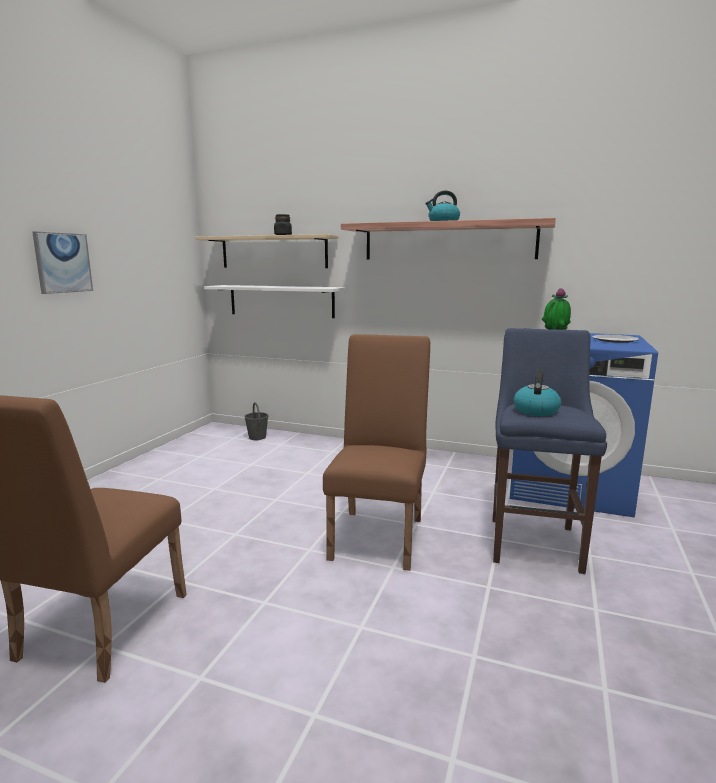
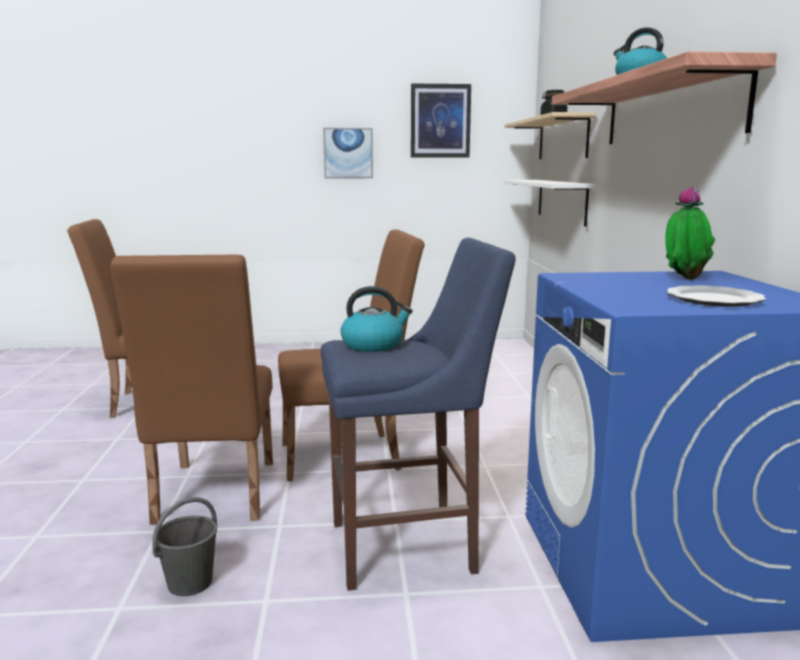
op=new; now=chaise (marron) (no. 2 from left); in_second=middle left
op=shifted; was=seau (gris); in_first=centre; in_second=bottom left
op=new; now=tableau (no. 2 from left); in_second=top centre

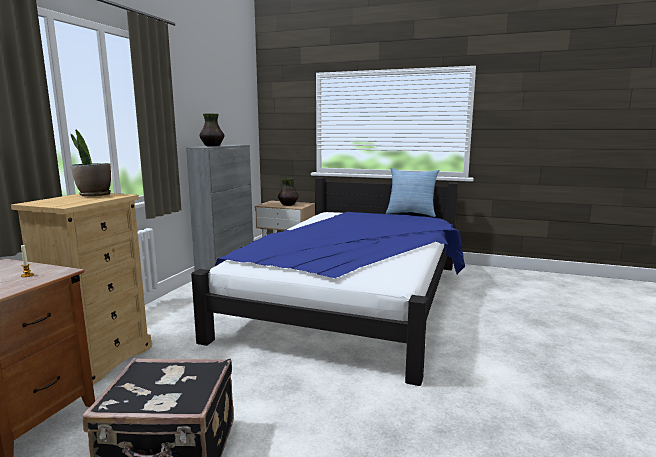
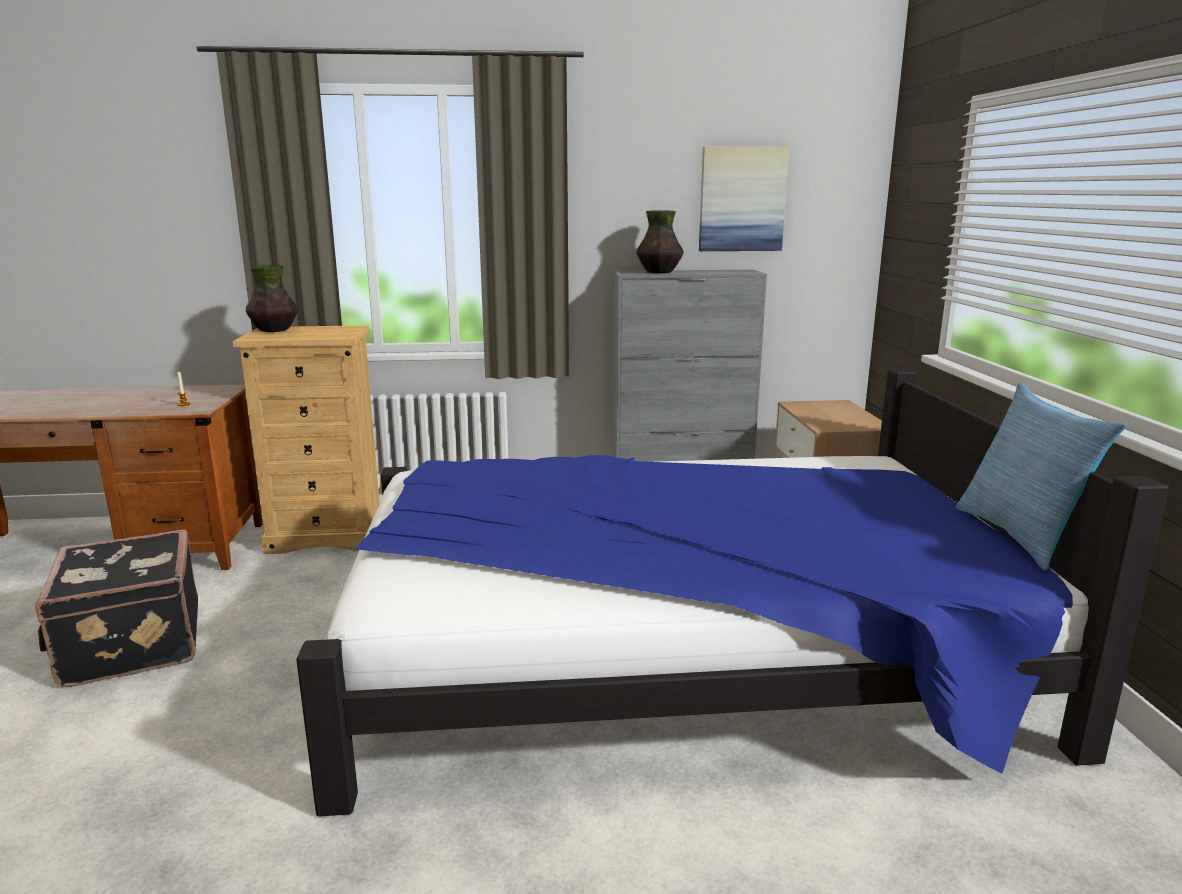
op=shifted; was=vase (no. 2 from left in the first image); now=vase (no. 1 from left); in_first=centre; in_second=middle left
op=new; now=tableau; in_second=top centre
op=gone; was=plante en pot; in_first=middle left

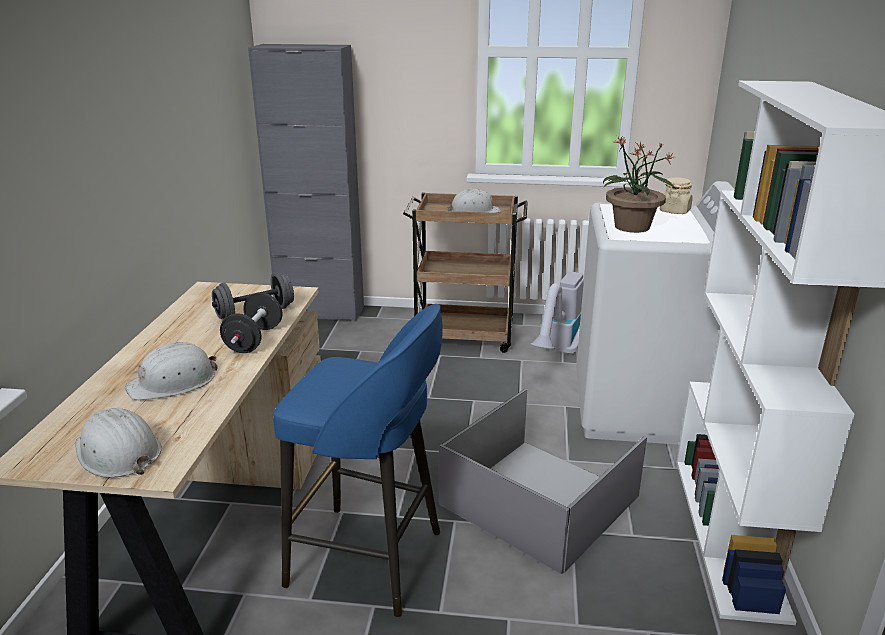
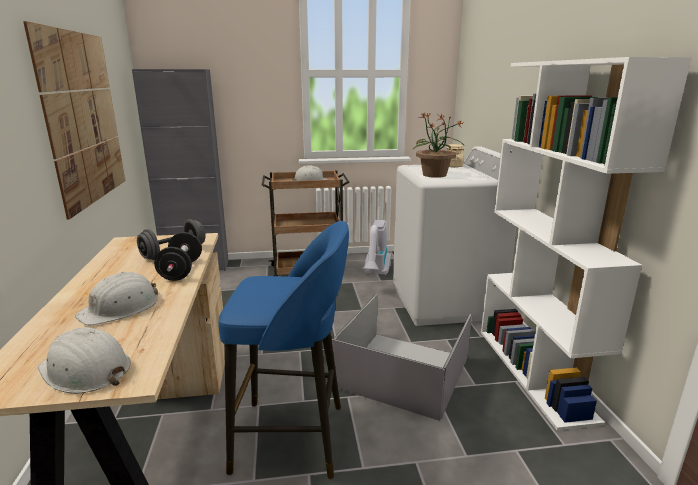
op=new; now=tableau; in_second=top left

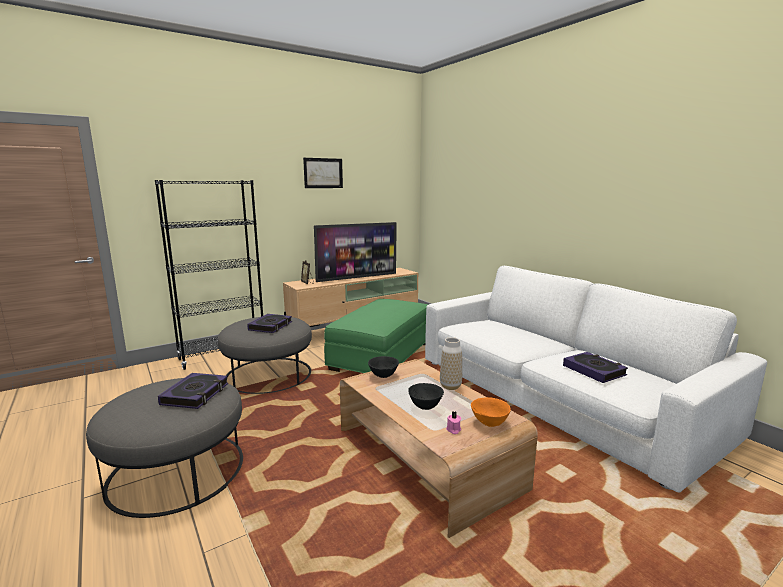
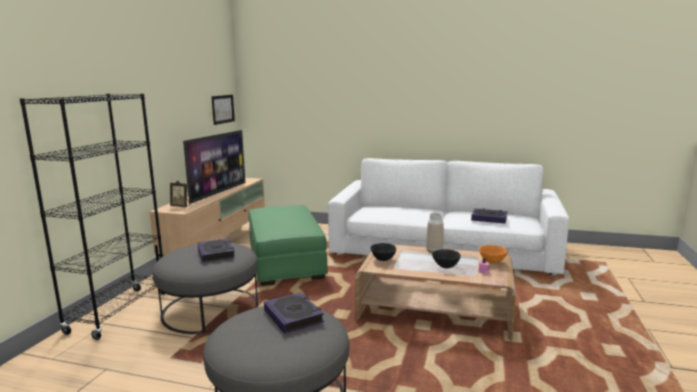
op=shifted; was=tableau; in_first=top centre; in_second=top left

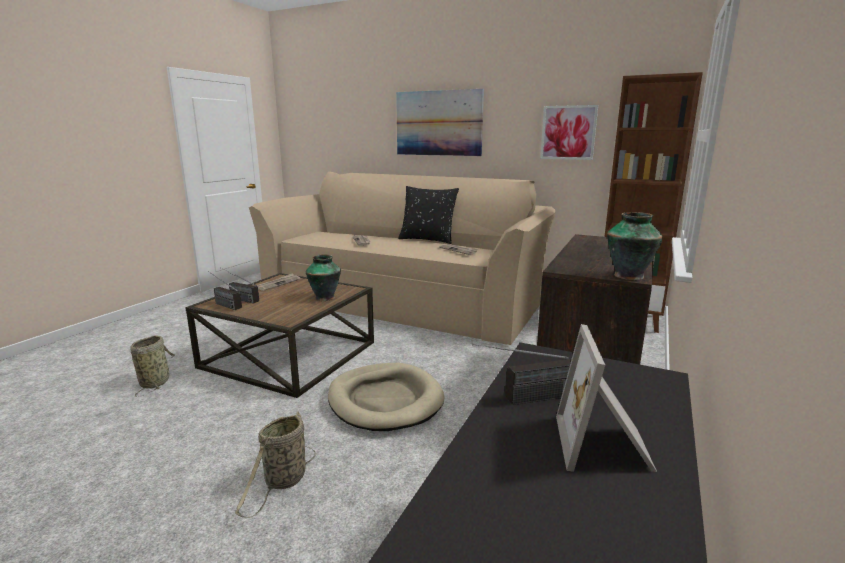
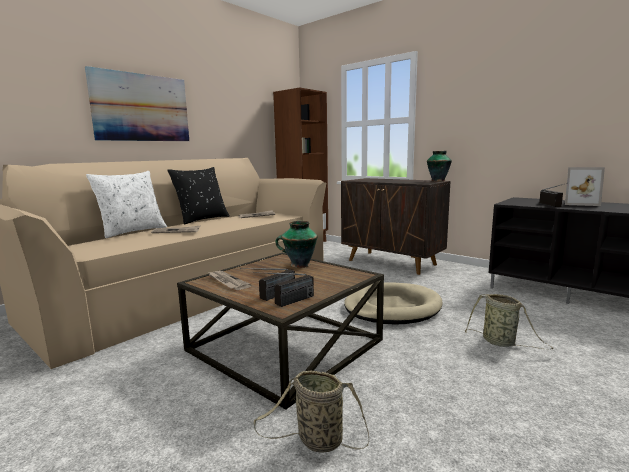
op=new; now=coussin (blanc); in_second=middle left
op=gone; was=tableau (no. 2 from left); in_first=top right

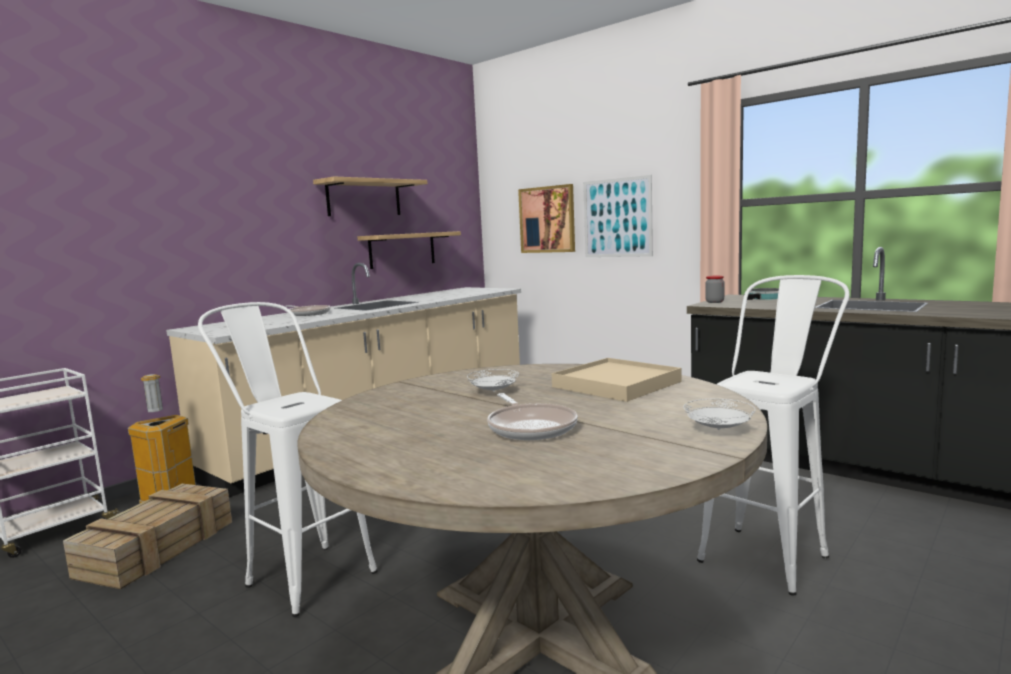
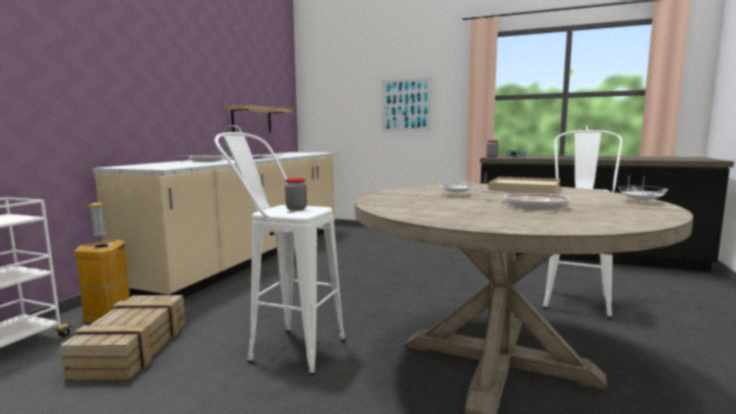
op=new; now=bocal (no. 1 from left); in_second=centre
op=gone; was=étagère (no. 1 from left); in_first=top centre
op=gone; was=tableau (no. 1 from left); in_first=top centre

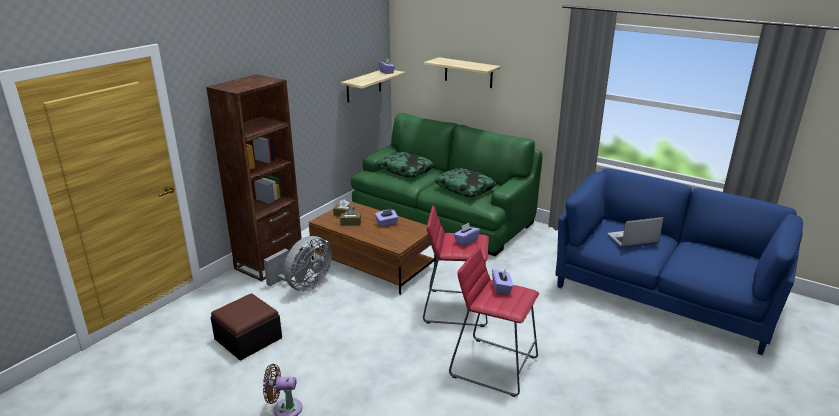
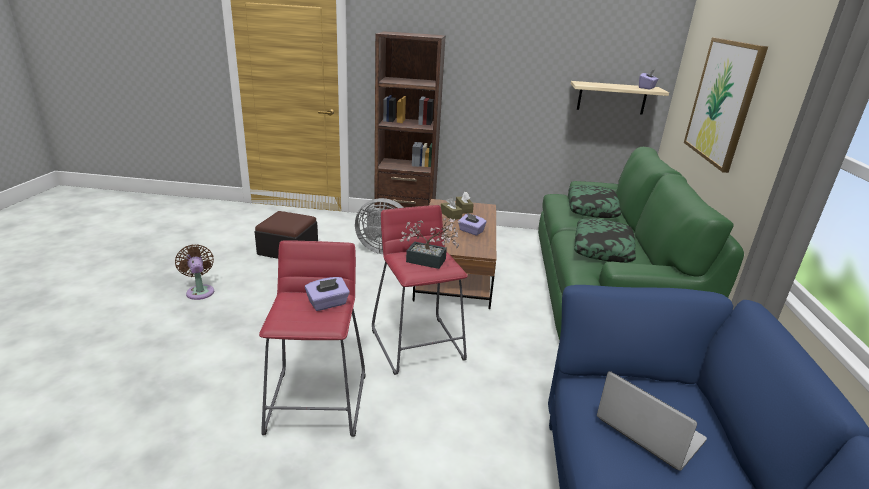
op=swapped; was=boîte à mouchoirs (violet) (no. 3 from left); now=plante en pot; in_first=centre; in_second=centre
op=swapped; was=étagère (no. 2 from left); now=tableau; in_first=top centre; in_second=top right

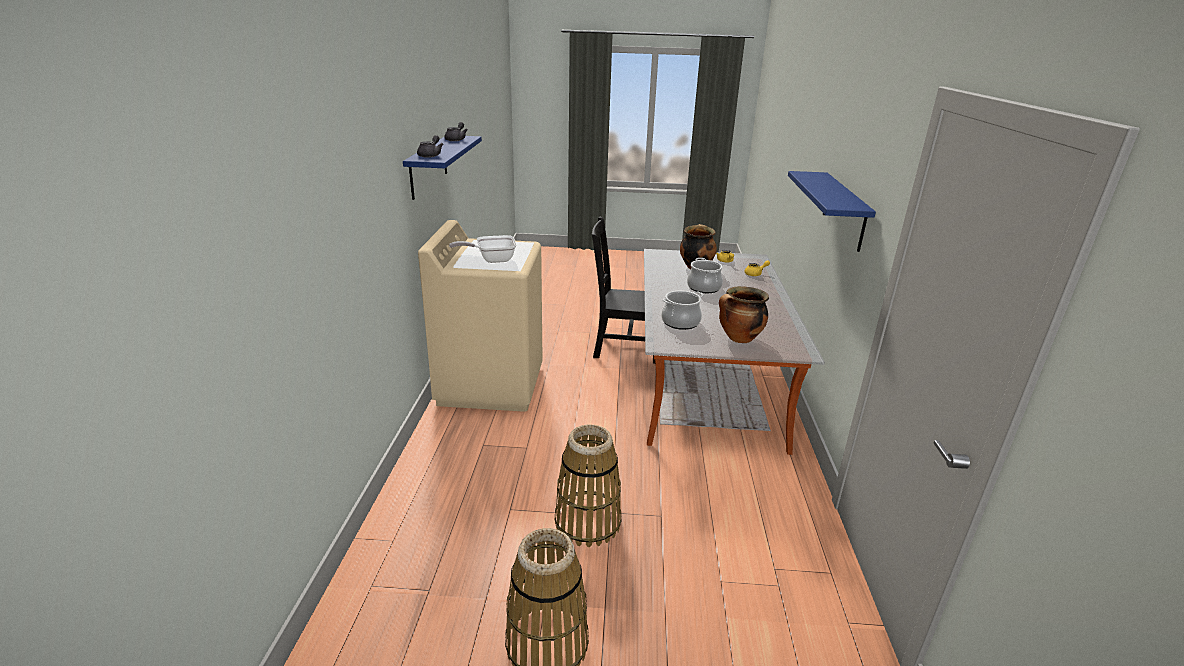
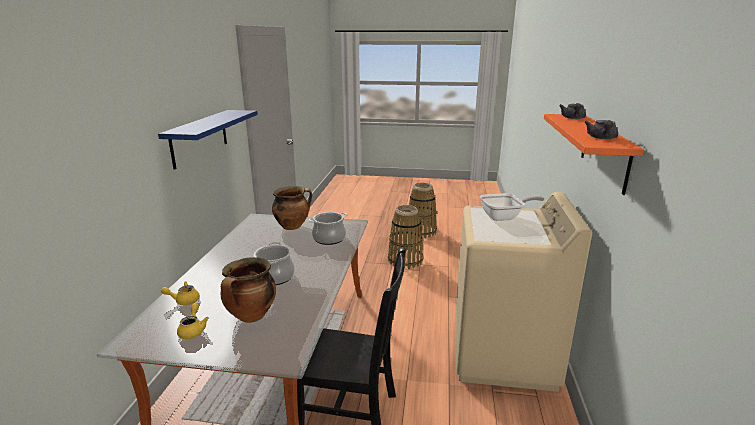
op=repainted; was=étagère (bleu) (no. 1 from left); now=étagère (orange); in_first=top centre; in_second=middle right

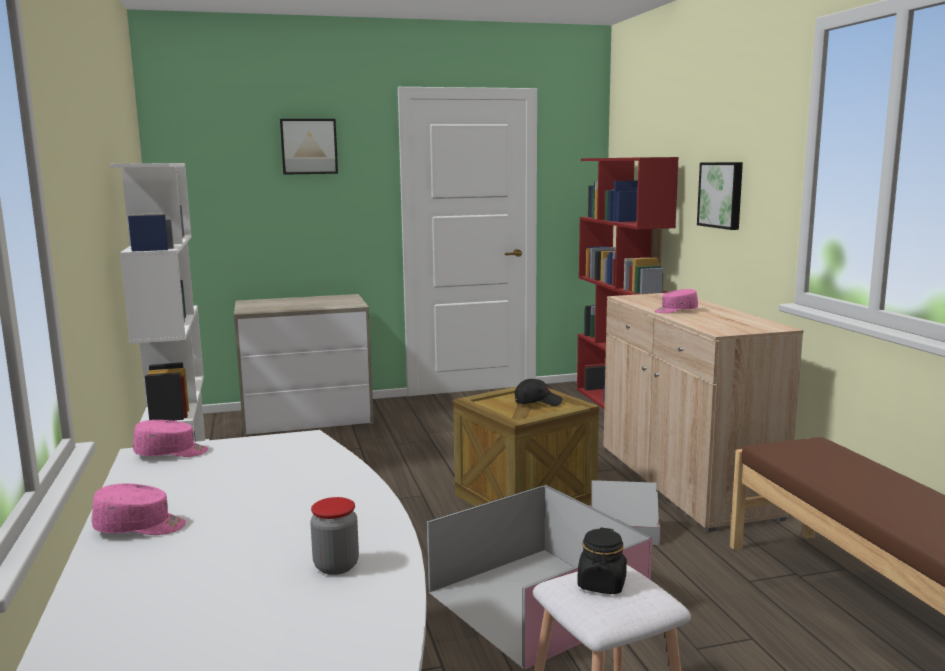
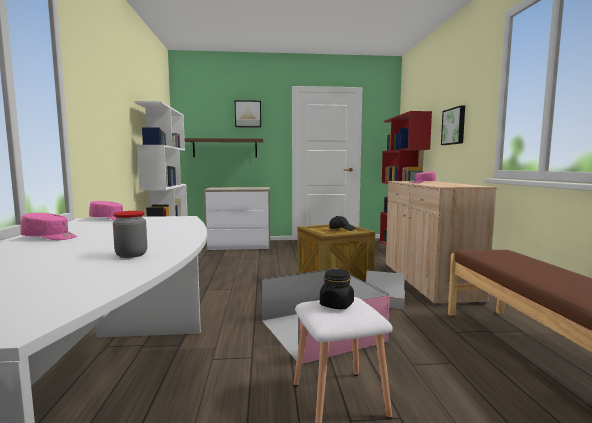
op=new; now=étagère (marron); in_second=centre

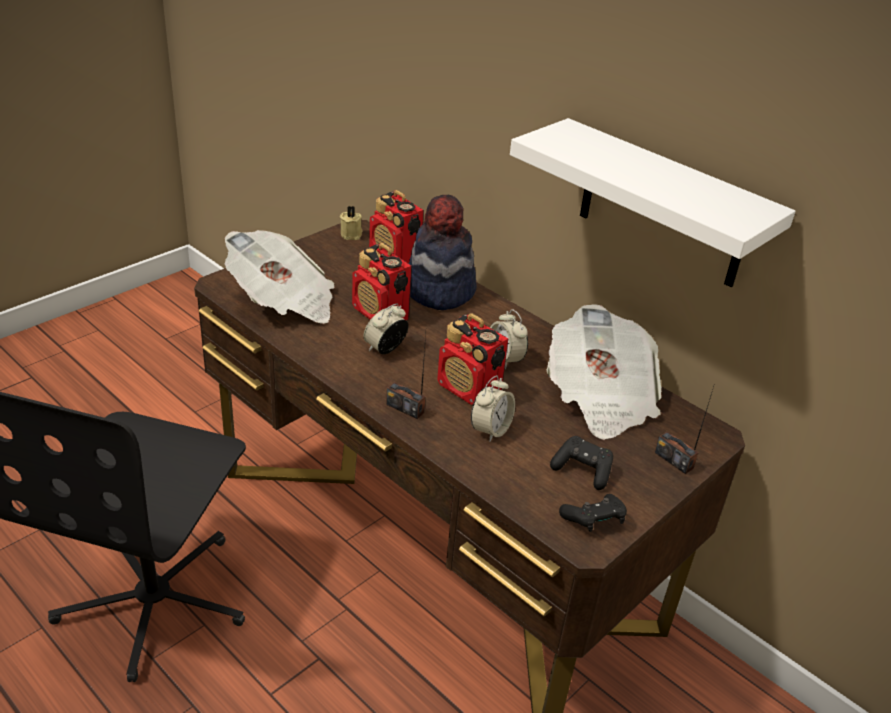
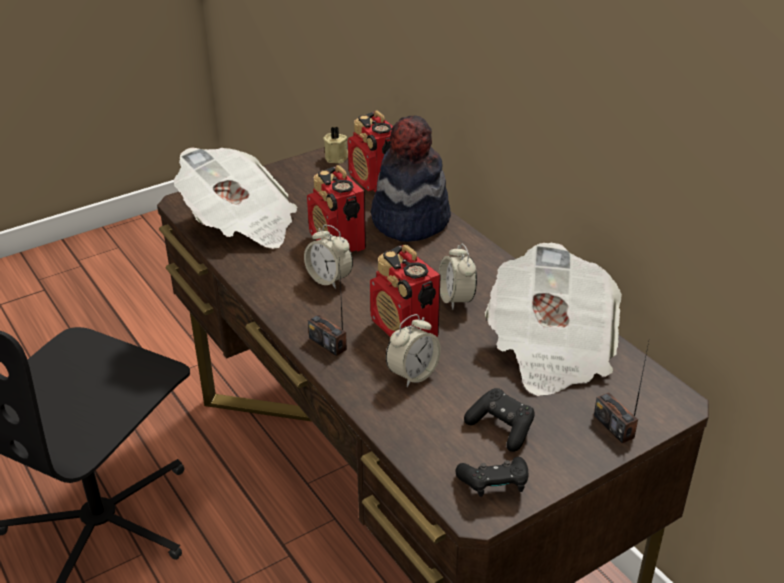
op=rotated; was=réveil (no. 1 from left); in_first=centre; in_second=centre; clockwise=-105
op=gone; was=étagère (blanc); in_first=top right

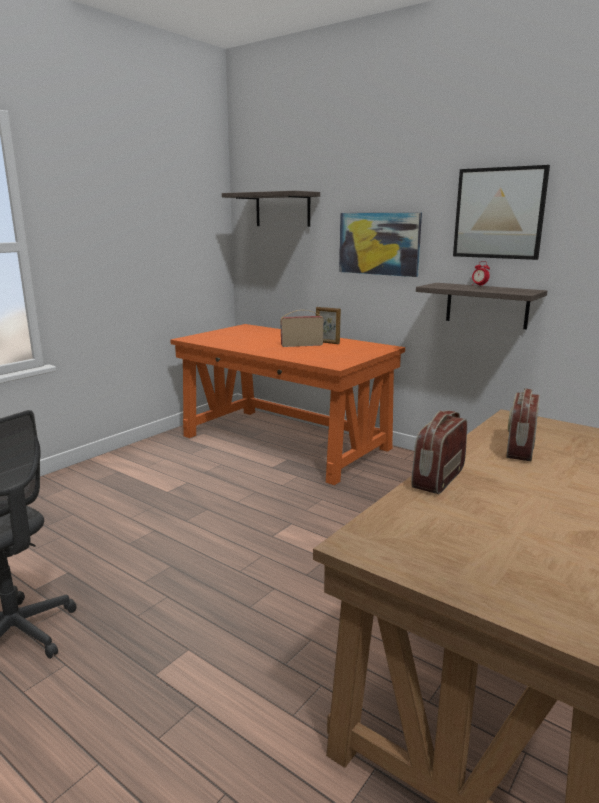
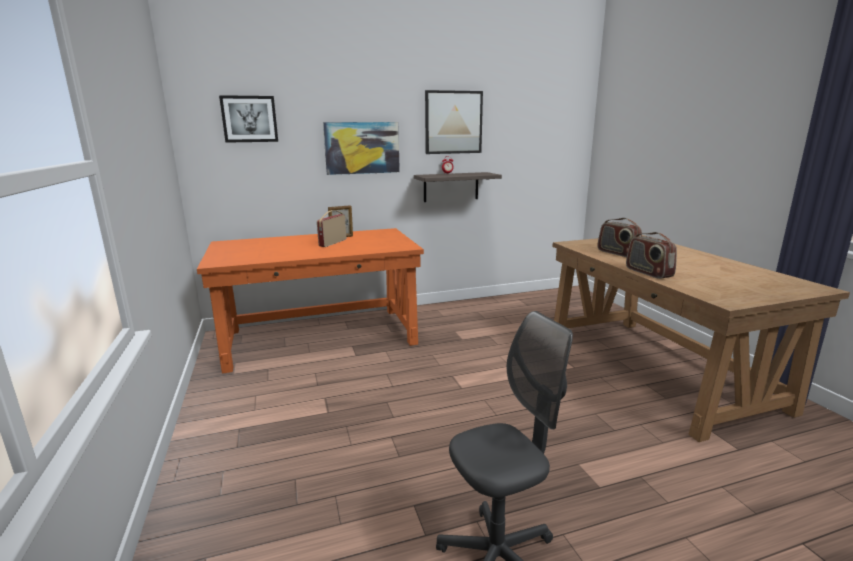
op=swapped; was=étagère (no. 1 from left); now=tableau (no. 1 from left); in_first=top centre; in_second=top left

